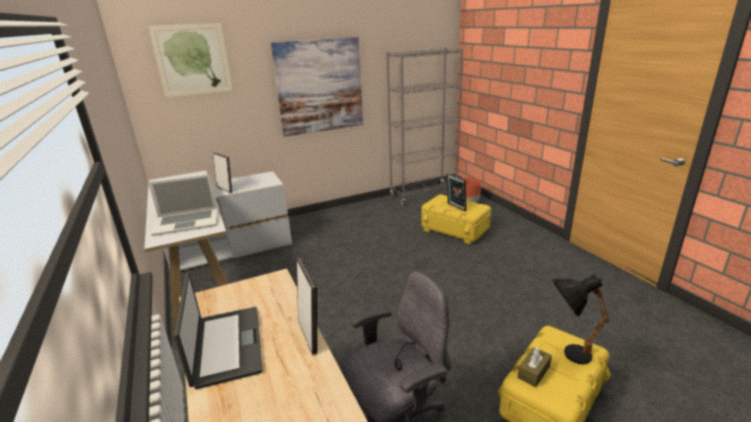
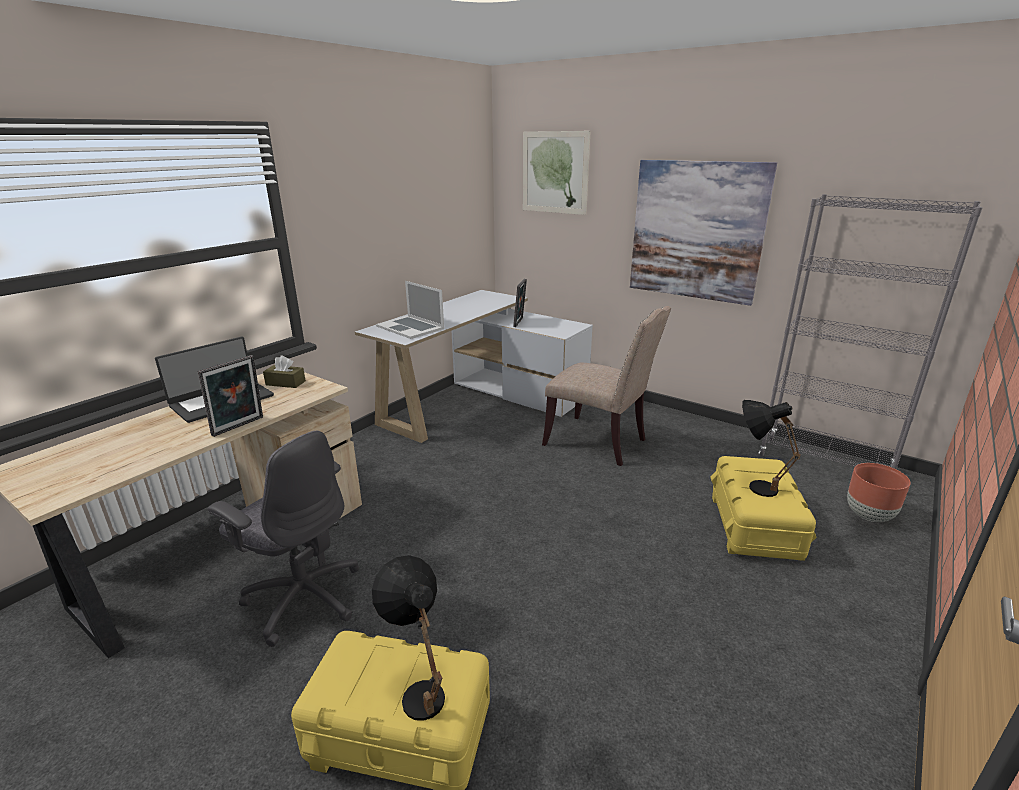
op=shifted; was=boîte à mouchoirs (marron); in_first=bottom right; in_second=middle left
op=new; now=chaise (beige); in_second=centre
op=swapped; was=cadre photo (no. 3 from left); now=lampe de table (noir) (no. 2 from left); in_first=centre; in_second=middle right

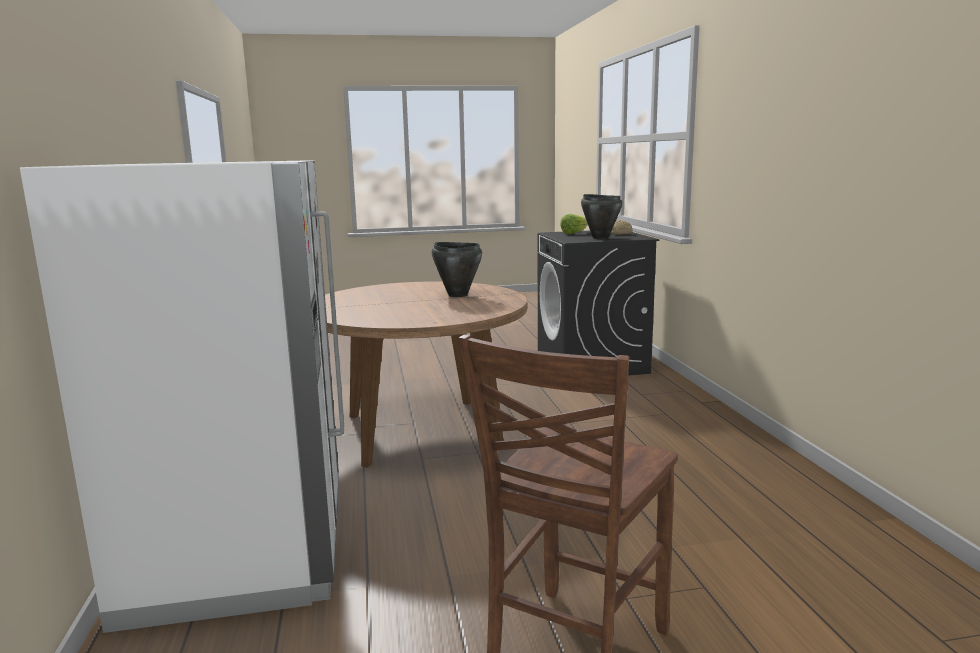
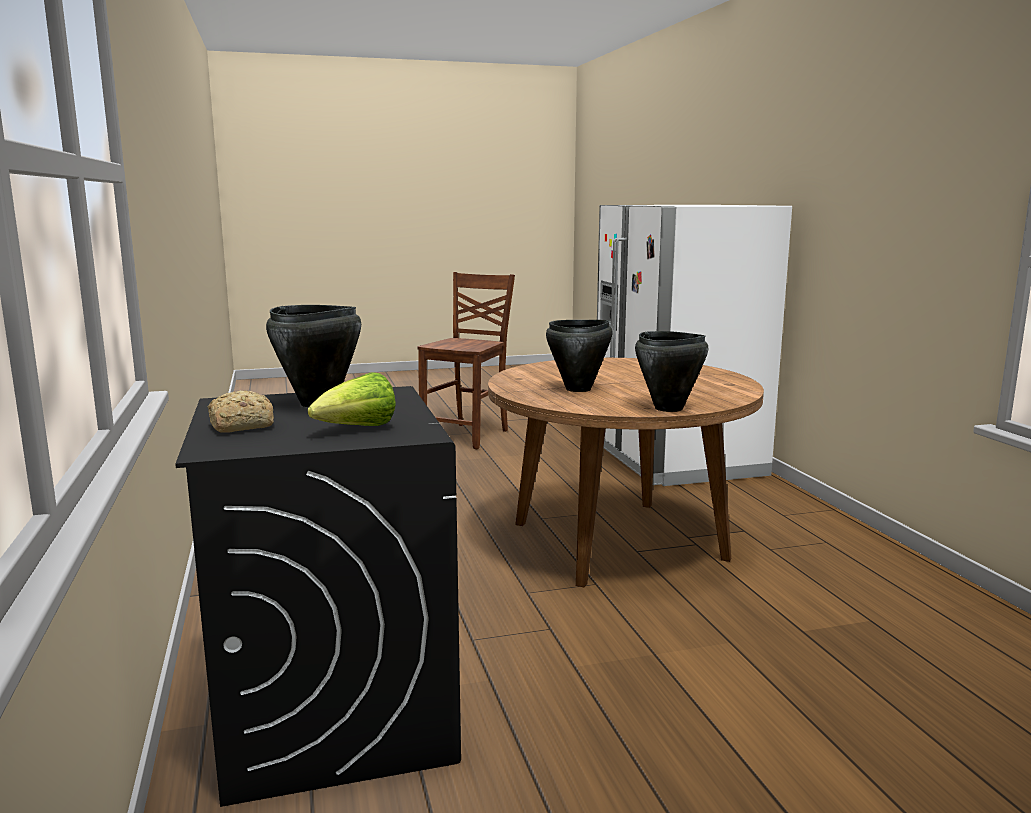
op=new; now=marmite (noir) (no. 3 from left); in_second=centre

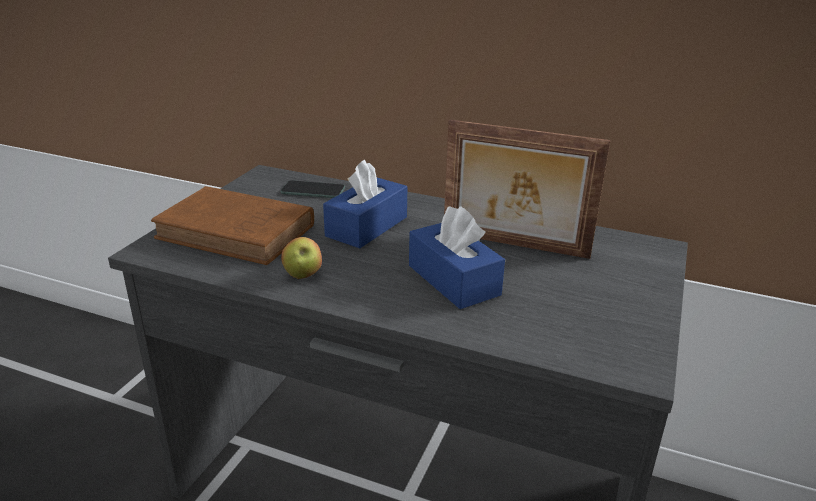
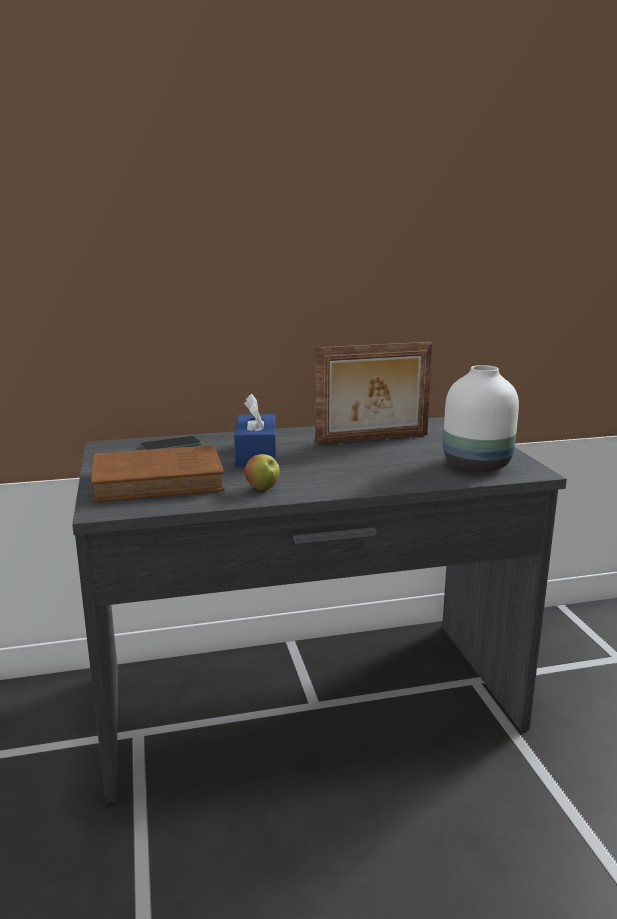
op=new; now=vase (blanc); in_second=middle right
op=gone; was=boîte à mouchoirs (bleu) (no. 2 from left); in_first=centre

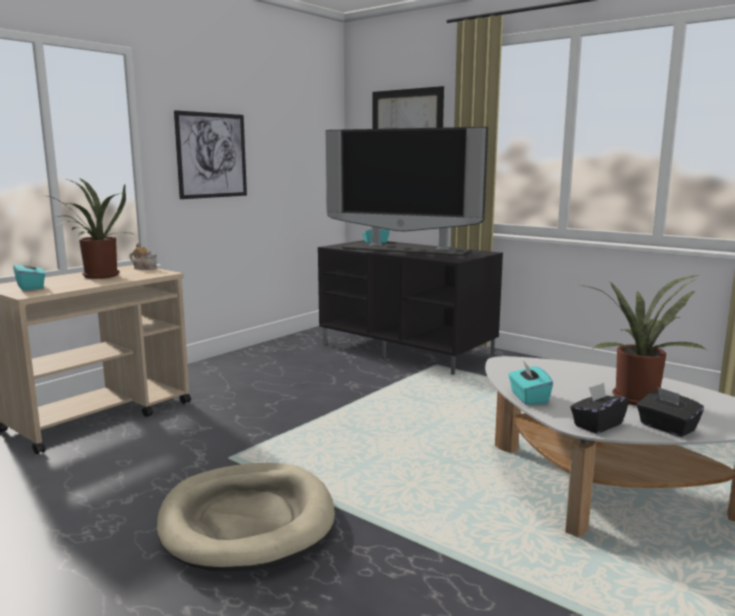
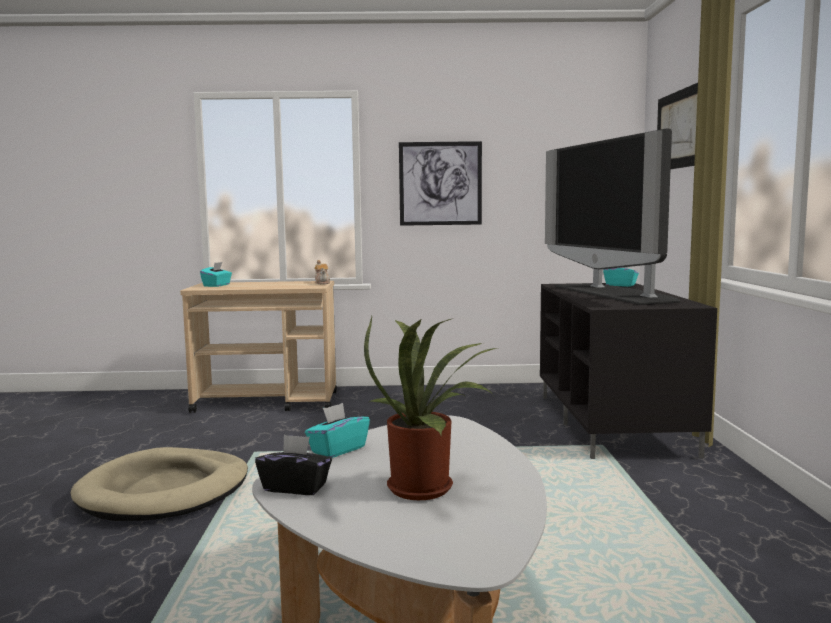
op=gone; was=plante en pot (no. 1 from left); in_first=middle left
op=gone; was=boîte à mouchoirs (noir) (no. 2 from left); in_first=bottom right

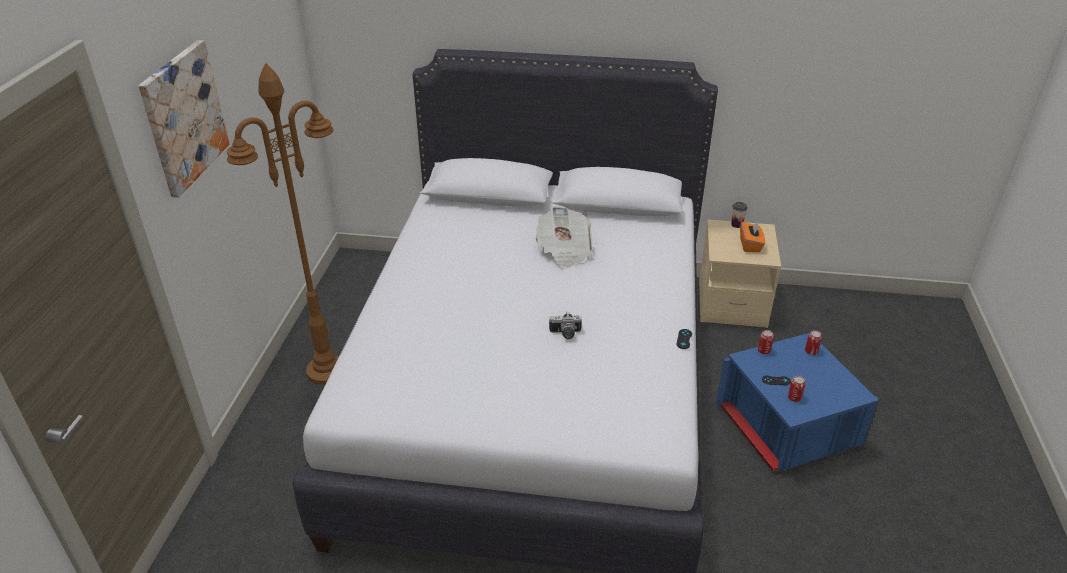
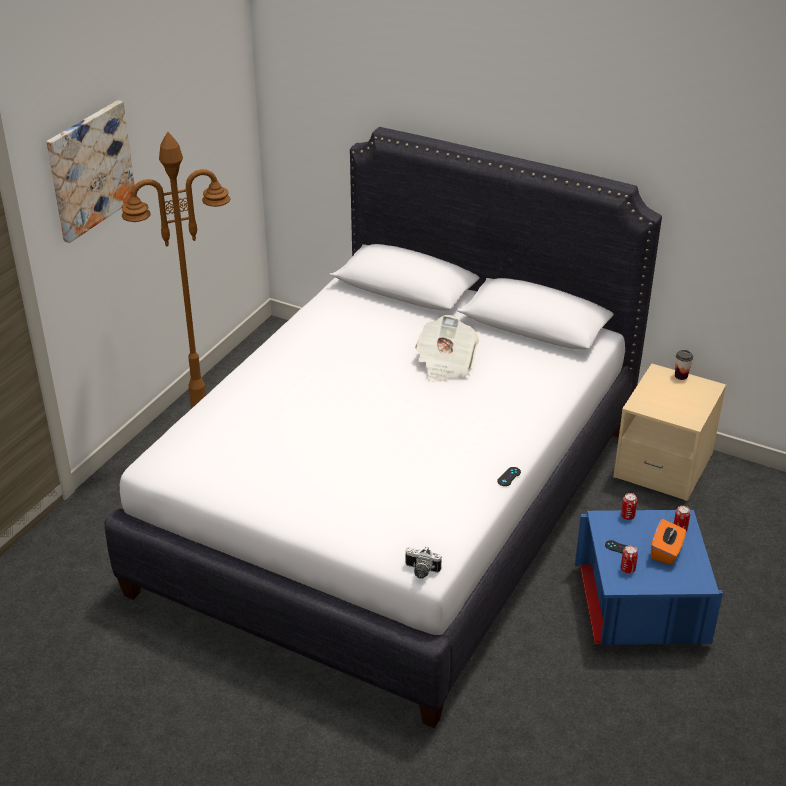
op=shifted; was=appareil photo; in_first=centre; in_second=bottom centre
op=shifted; was=boîte à mouchoirs (orange); in_first=middle right; in_second=bottom right

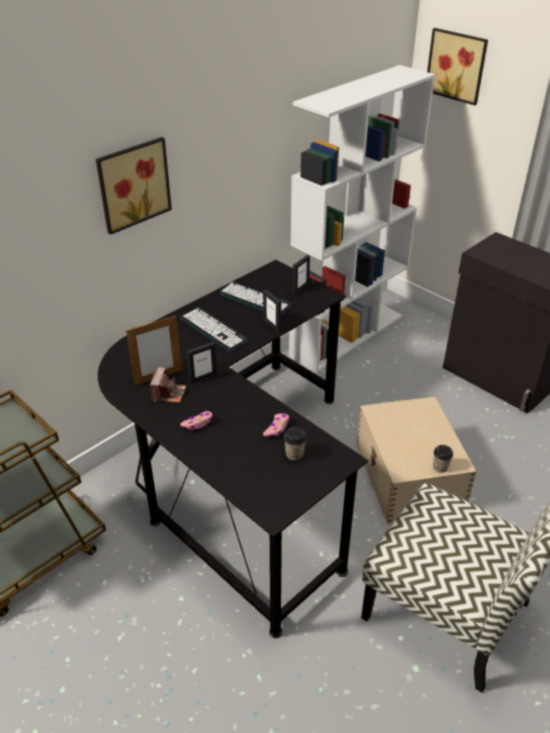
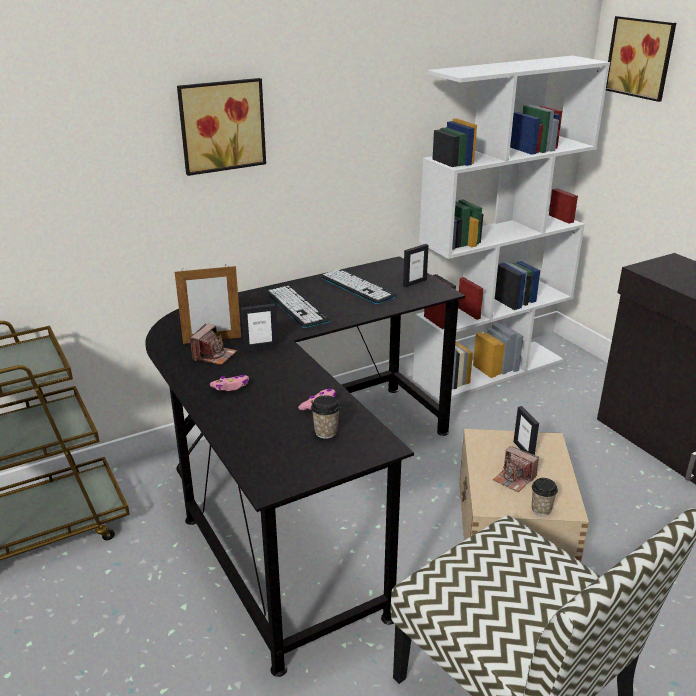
op=new; now=appareil photo (no. 2 from left); in_second=bottom right
op=shifted; was=cadre photo (no. 3 from left in the first image); now=cadre photo (no. 4 from left); in_first=centre; in_second=middle right

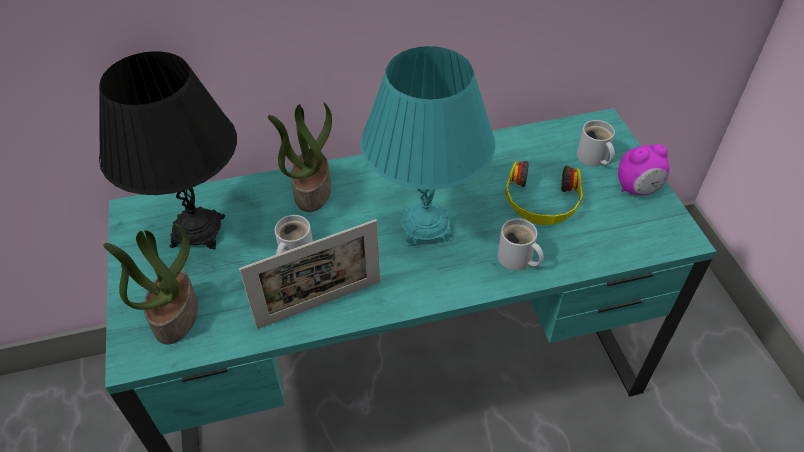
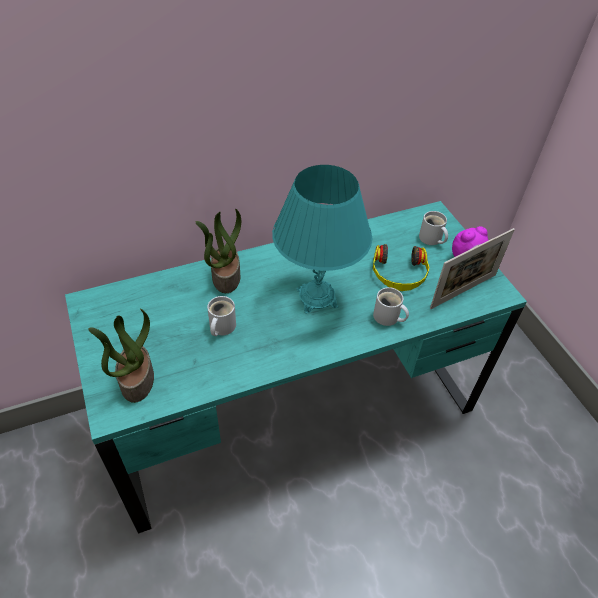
op=shifted; was=cadre photo; in_first=centre; in_second=middle right
op=gone; was=lampe de table (noir); in_first=top left

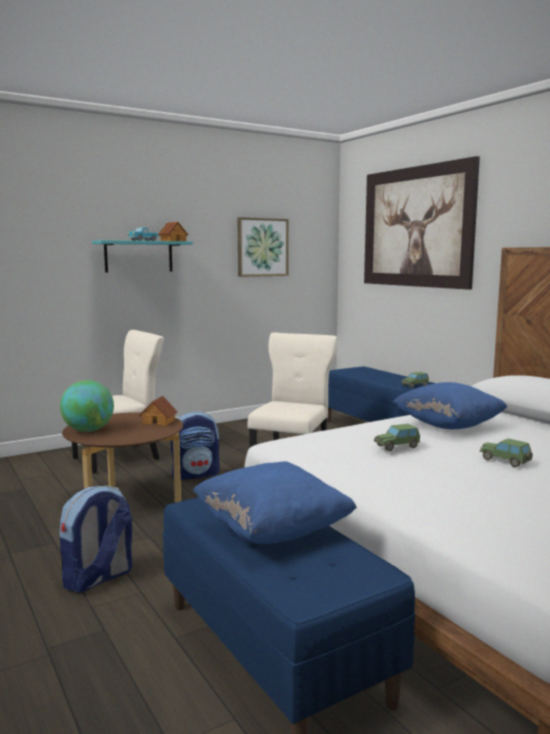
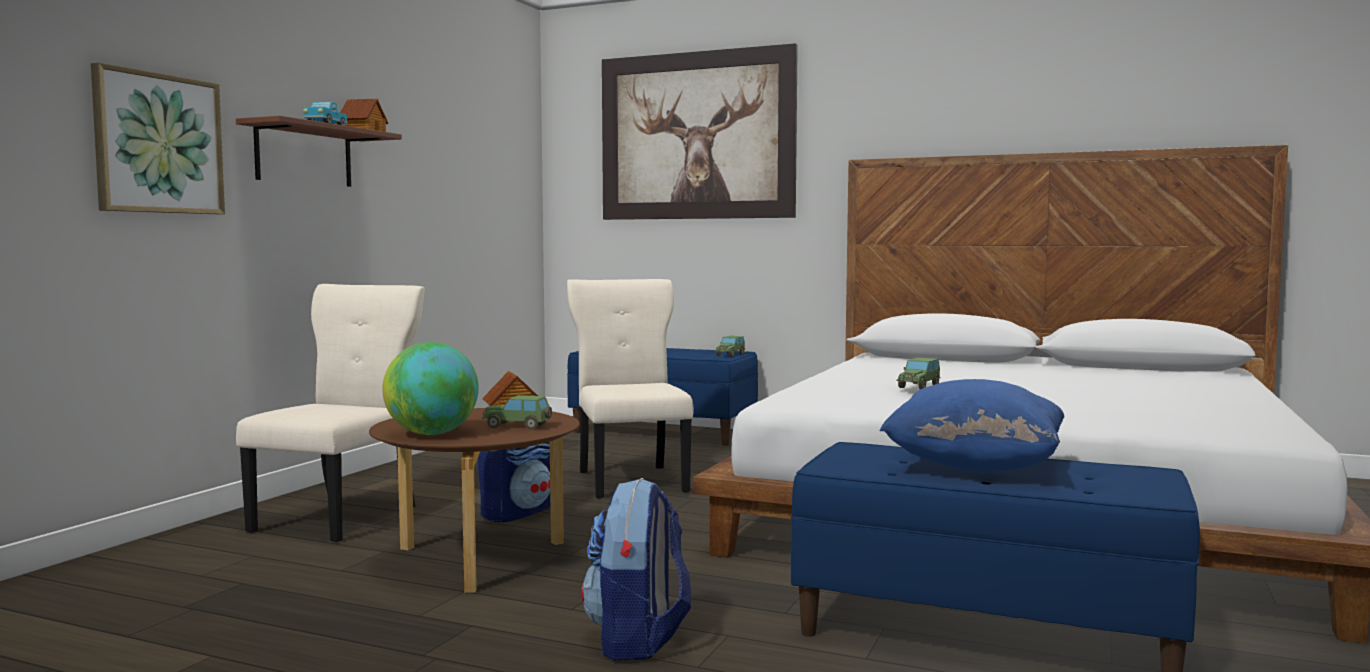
op=shifted; was=tableau (no. 1 from left); in_first=centre; in_second=top left
op=repainted; was=étagère (turquoise); now=étagère (marron); in_first=middle left; in_second=top left
op=shifted; was=petite voiture (no. 3 from left in the first image); now=petite voiture (no. 1 from left); in_first=middle right; in_second=centre
op=gone; was=coussin (bleu) (no. 2 from left); in_first=middle right

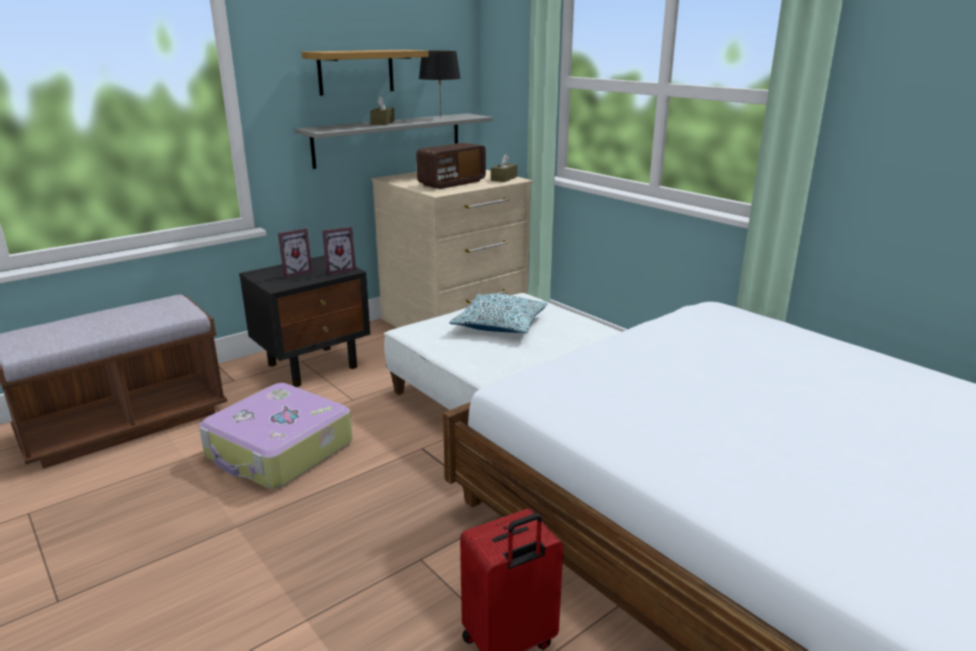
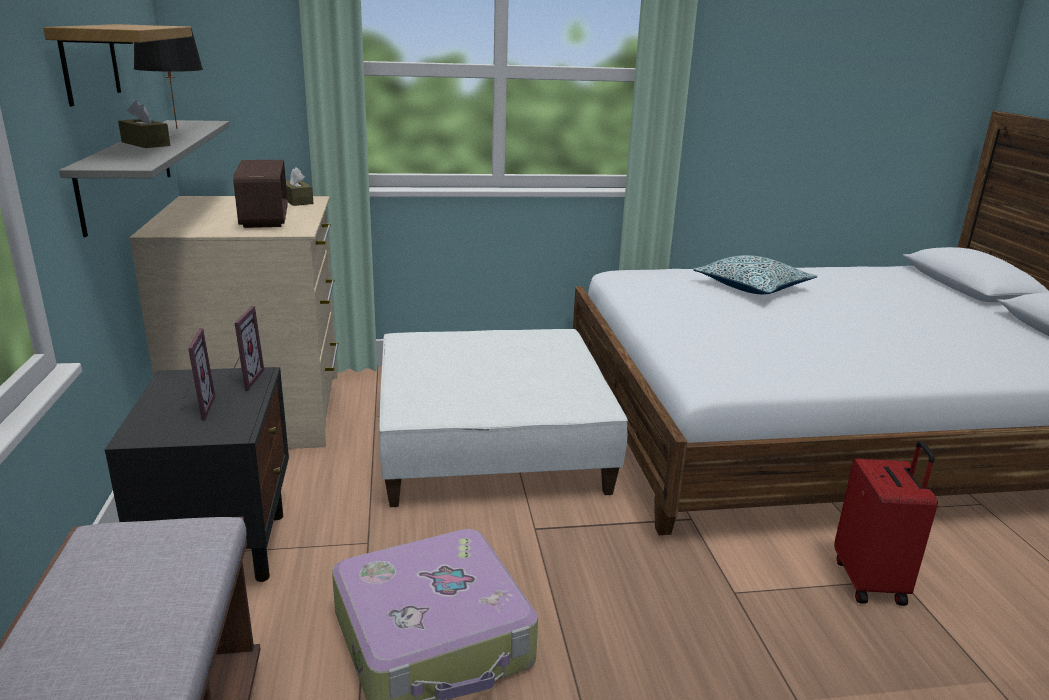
op=shifted; was=coussin; in_first=centre; in_second=middle right

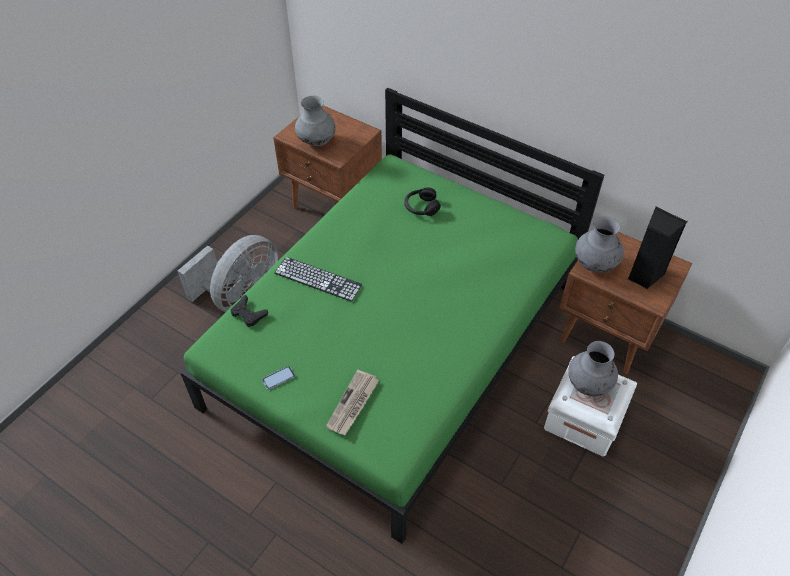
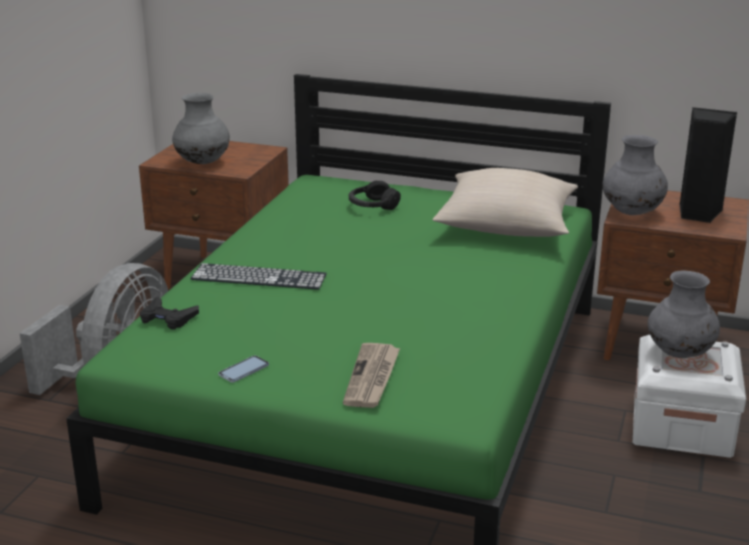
op=new; now=coussin (beige); in_second=middle right

